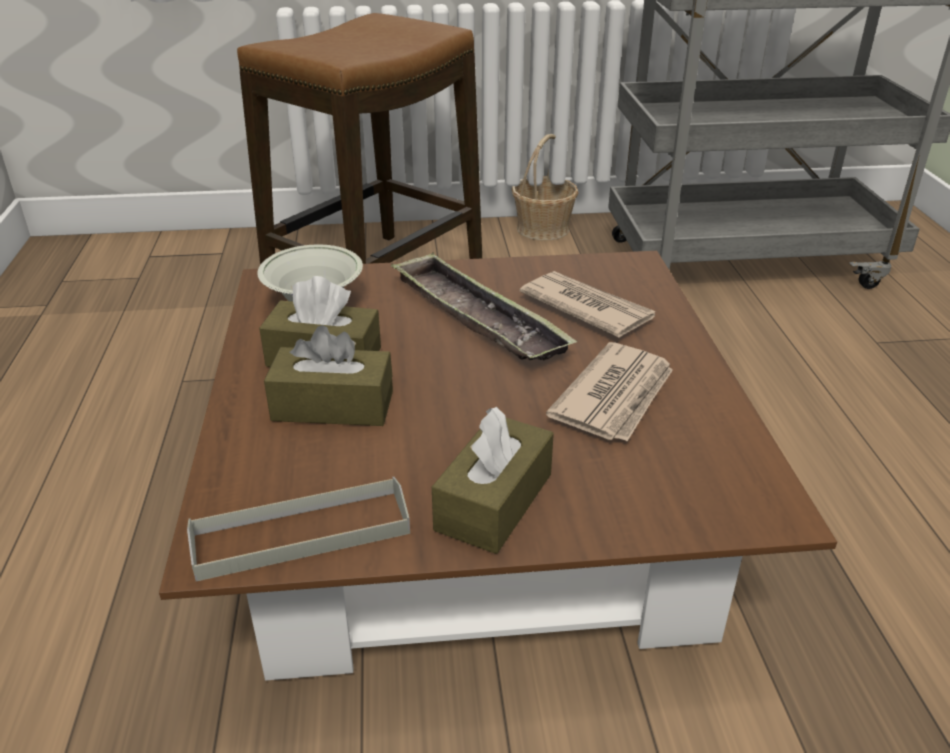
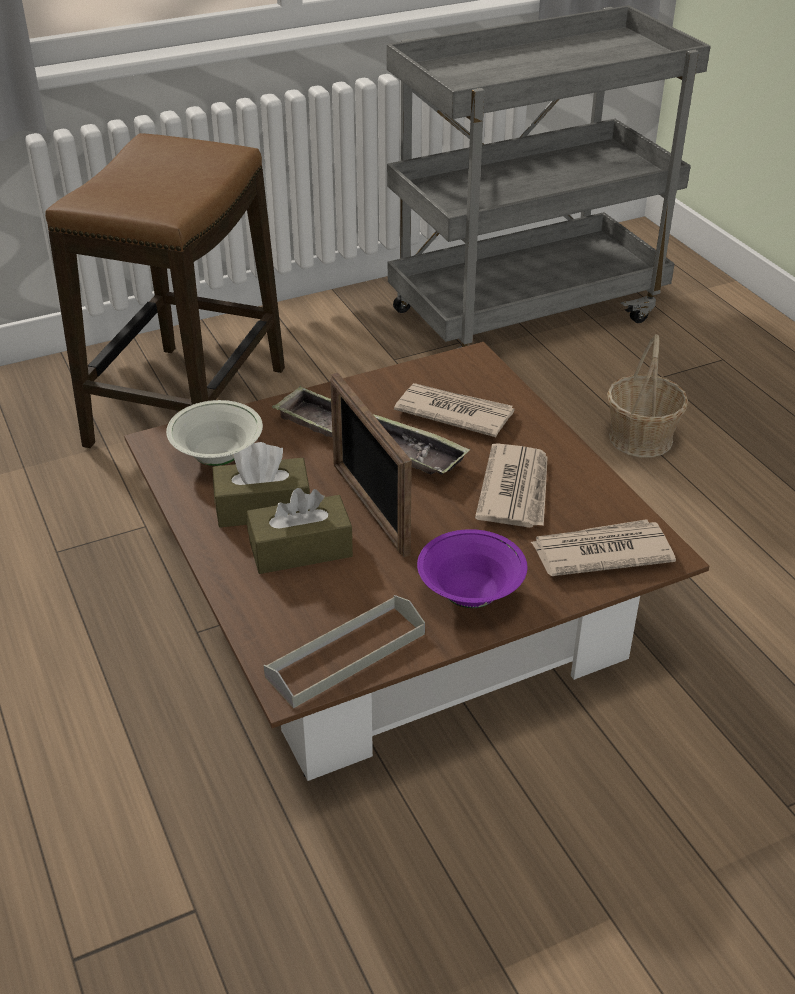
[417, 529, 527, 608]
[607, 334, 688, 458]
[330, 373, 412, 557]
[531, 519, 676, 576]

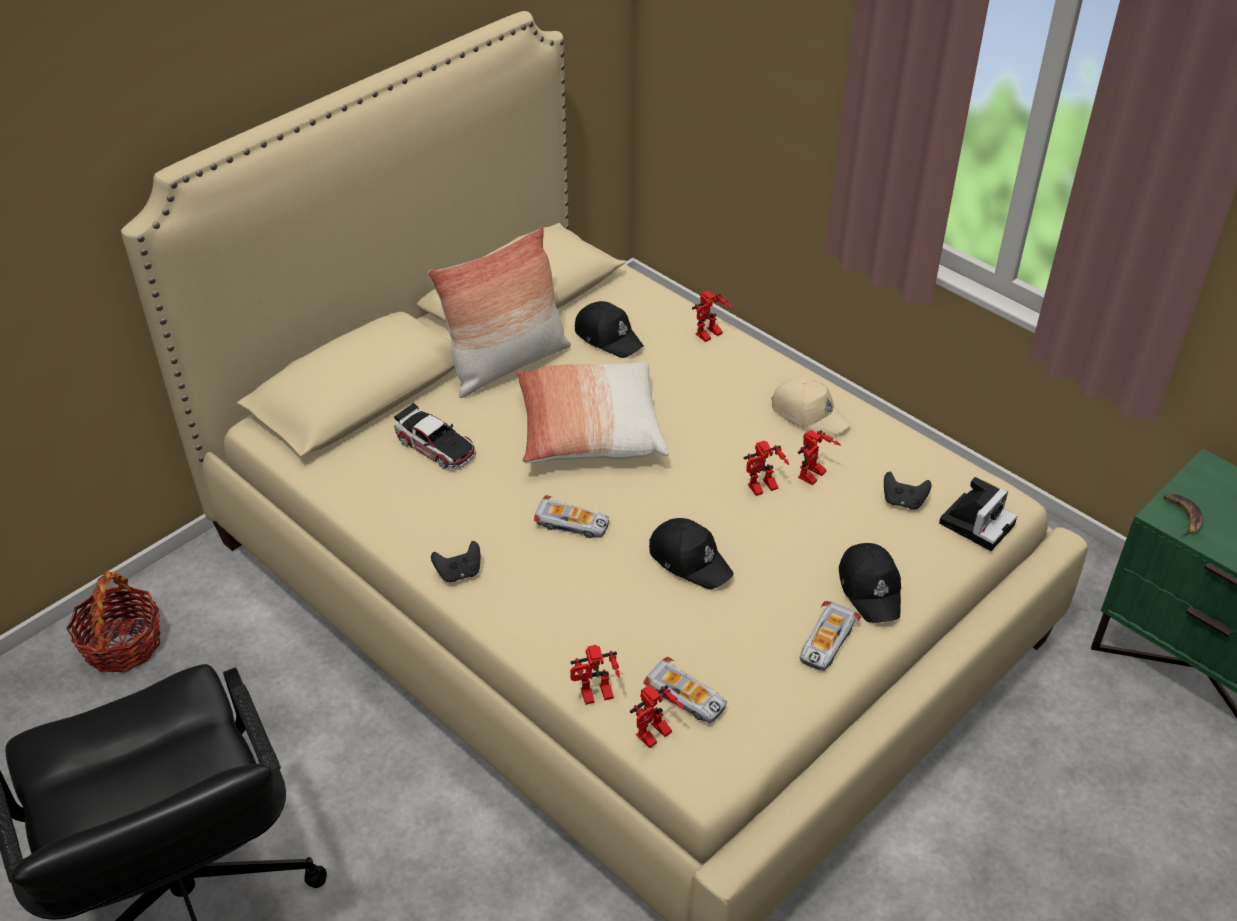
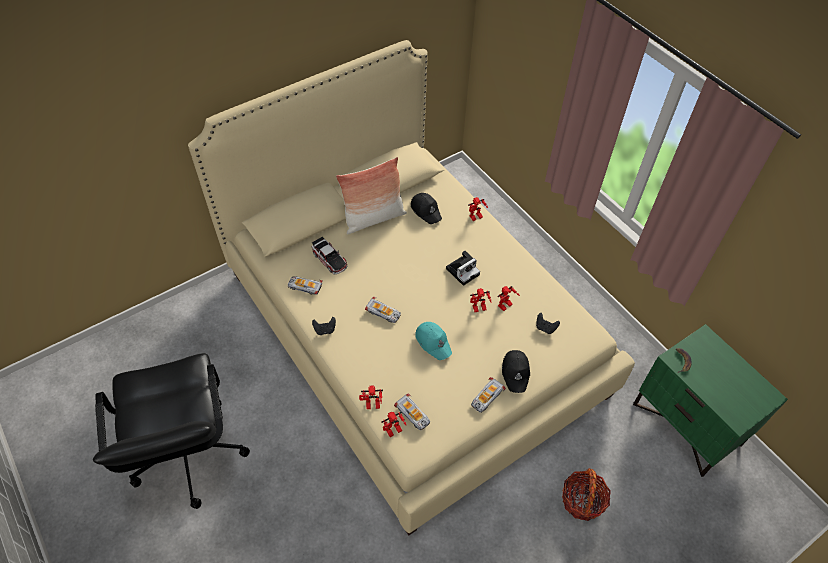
[562, 468, 611, 521]
[516, 362, 669, 463] (first image)
[415, 322, 452, 360]
[771, 376, 850, 437] (first image)
[446, 251, 480, 286]
[288, 277, 323, 295]

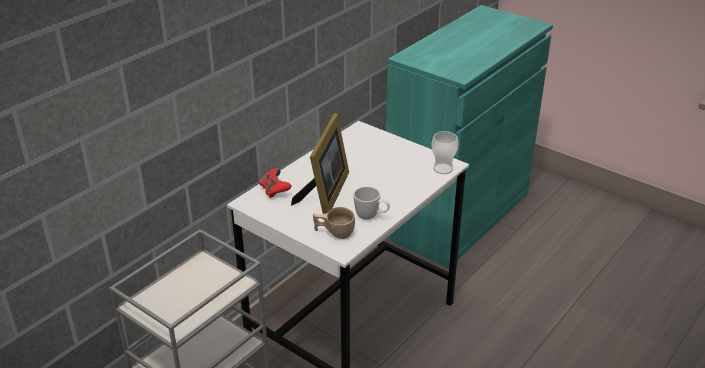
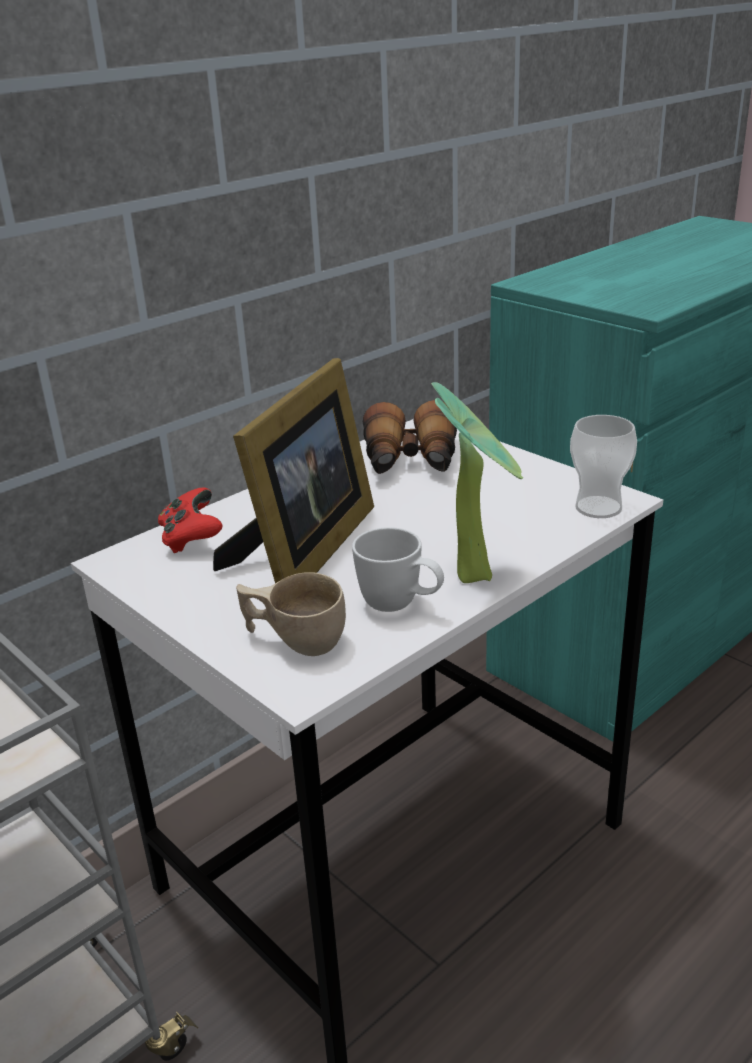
[363, 400, 457, 474]
[431, 382, 523, 583]

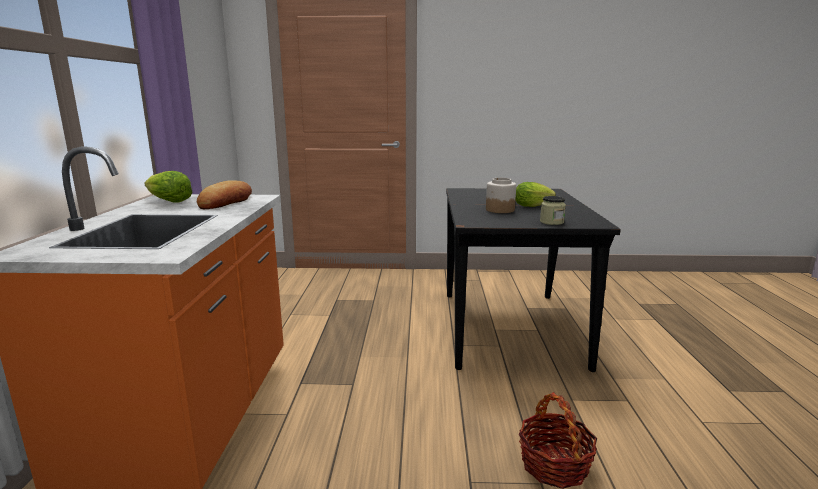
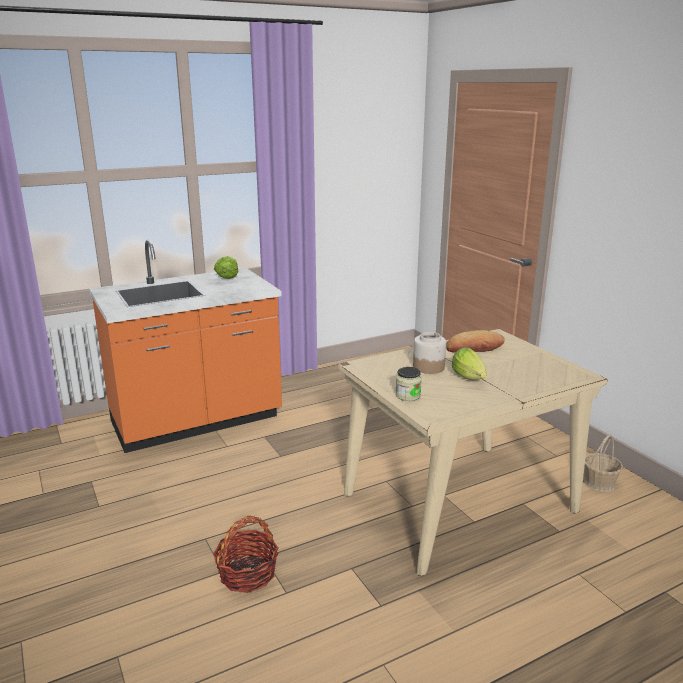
[446, 330, 505, 353]
[338, 329, 608, 576]
[584, 435, 623, 492]

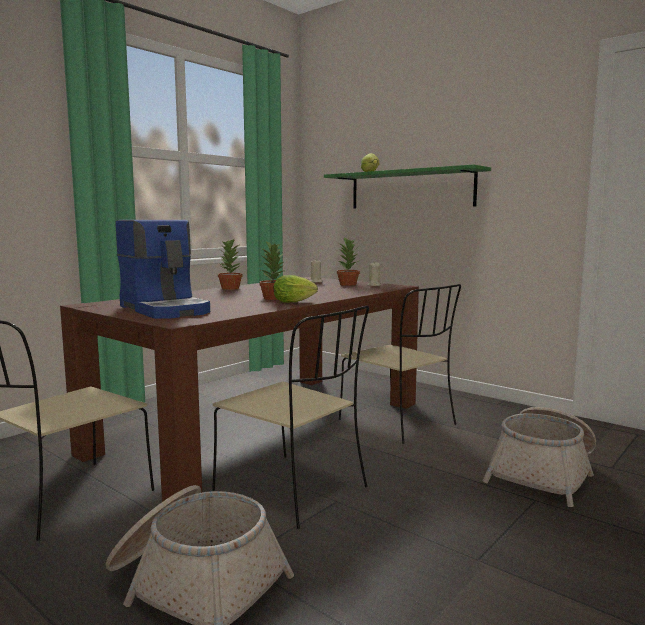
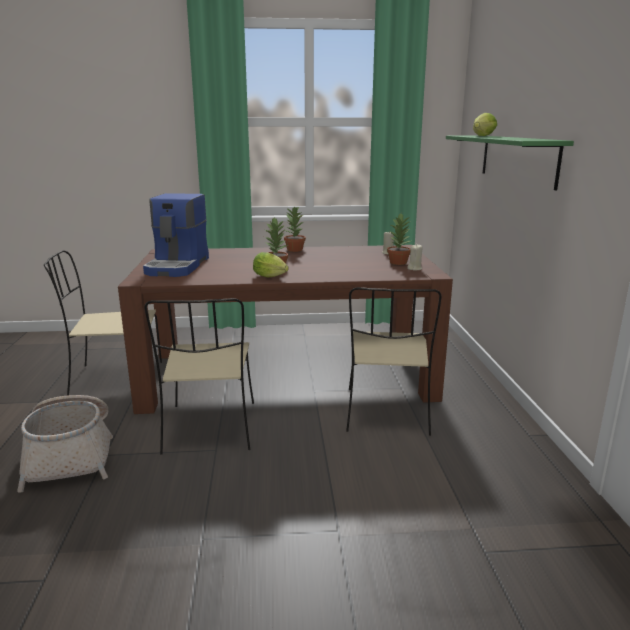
[482, 407, 596, 507] (first image)

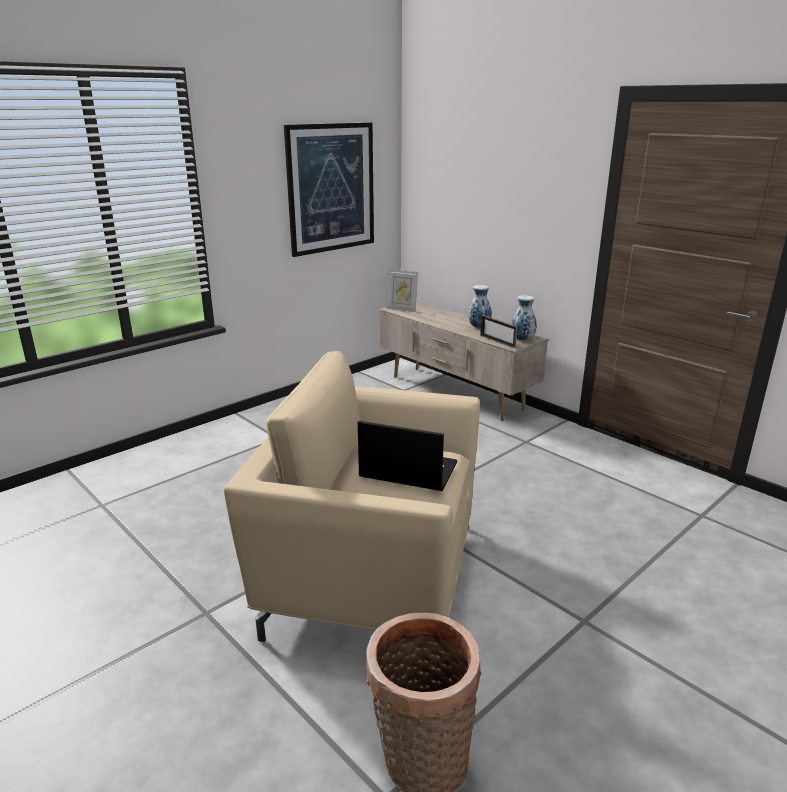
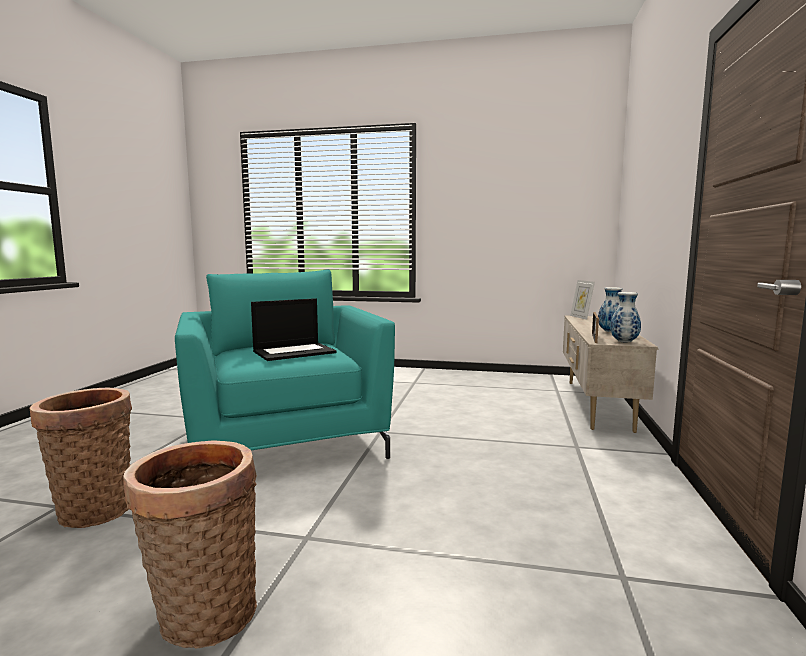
[175, 269, 395, 459]
[284, 122, 374, 257] (first image)
[251, 298, 336, 361]
[123, 440, 257, 649]

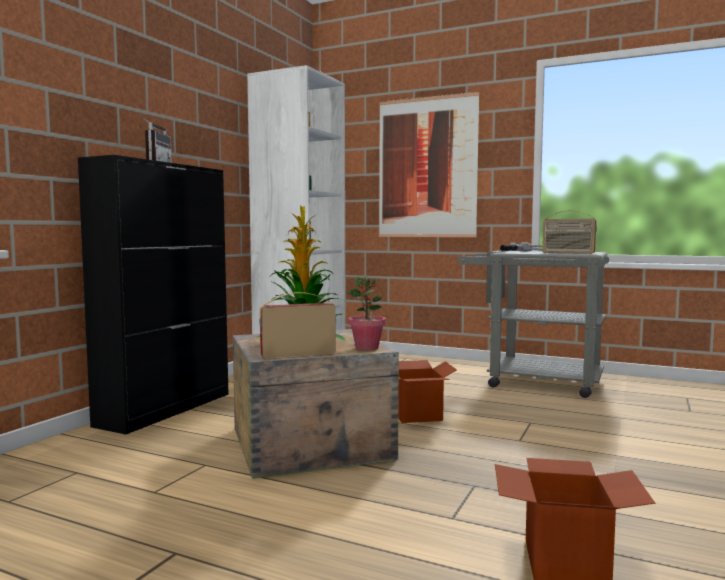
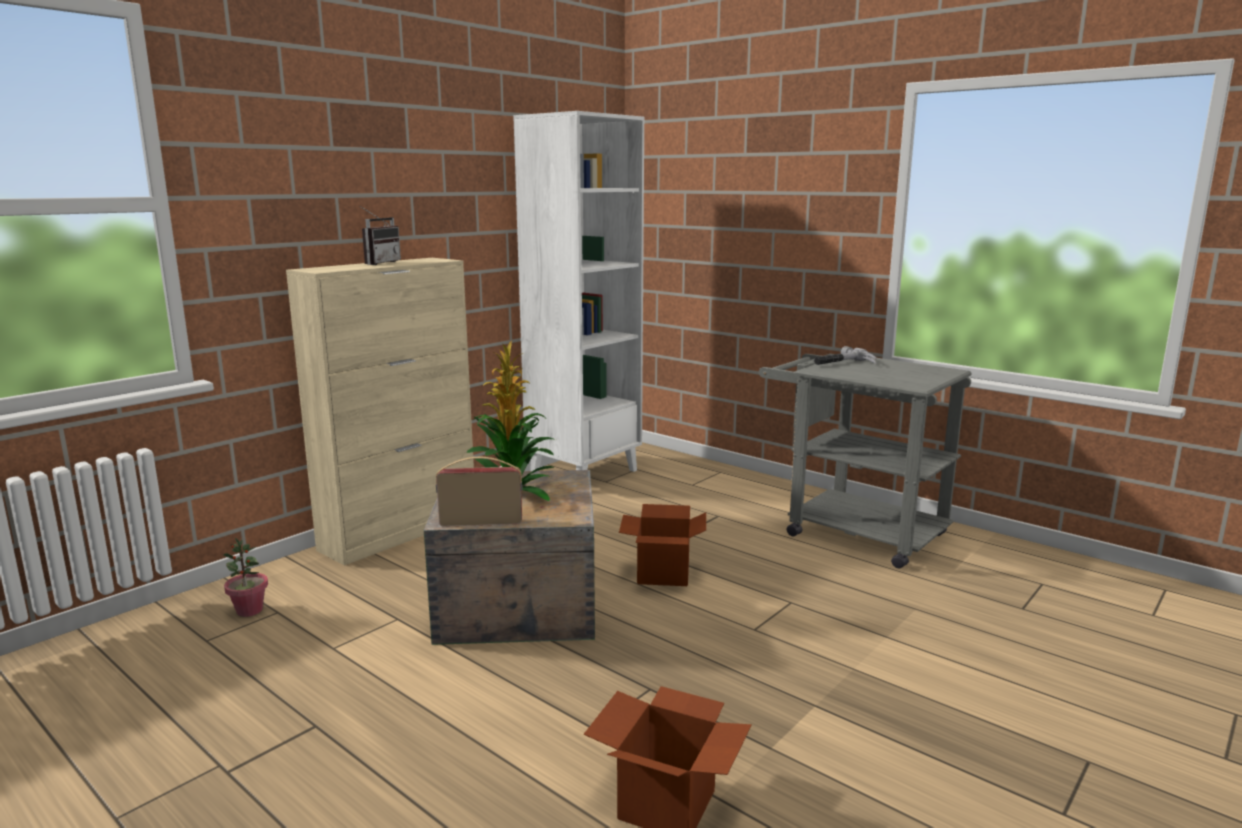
[286, 258, 474, 566]
[223, 538, 268, 617]
[379, 92, 479, 237] (first image)
[542, 211, 597, 254] (first image)

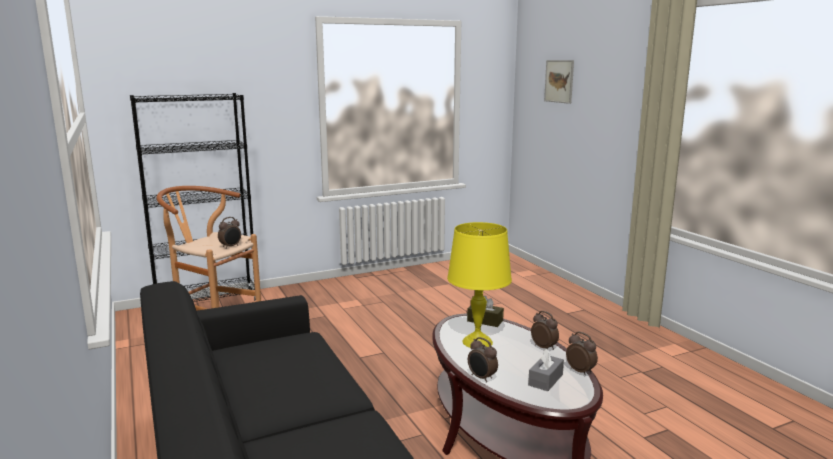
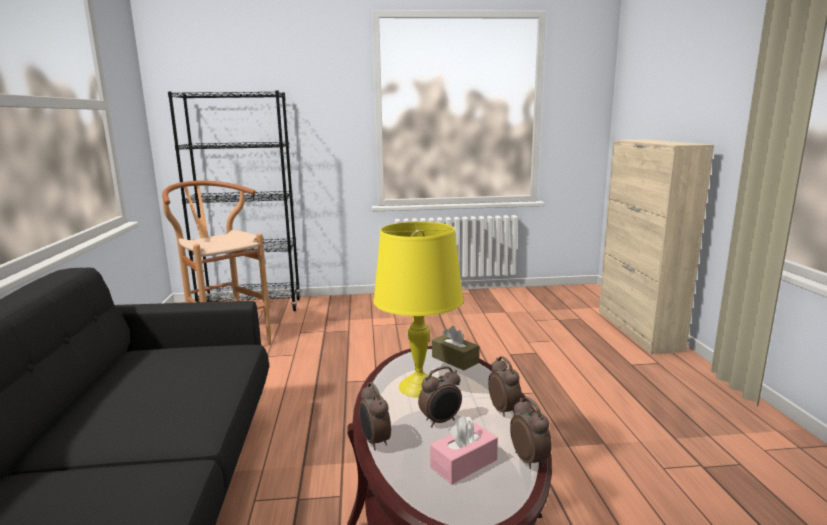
[418, 366, 462, 427]
[430, 416, 498, 485]
[544, 60, 574, 104] (first image)
[599, 139, 714, 354]

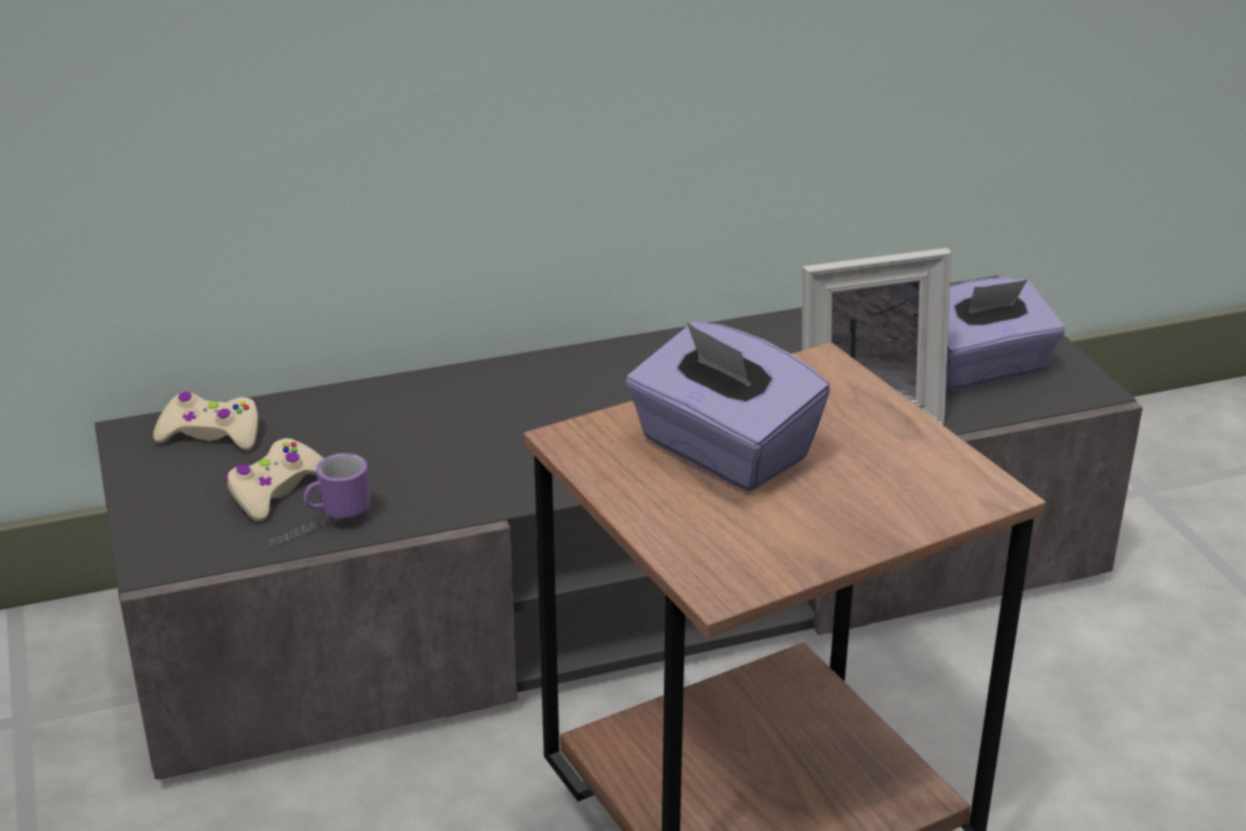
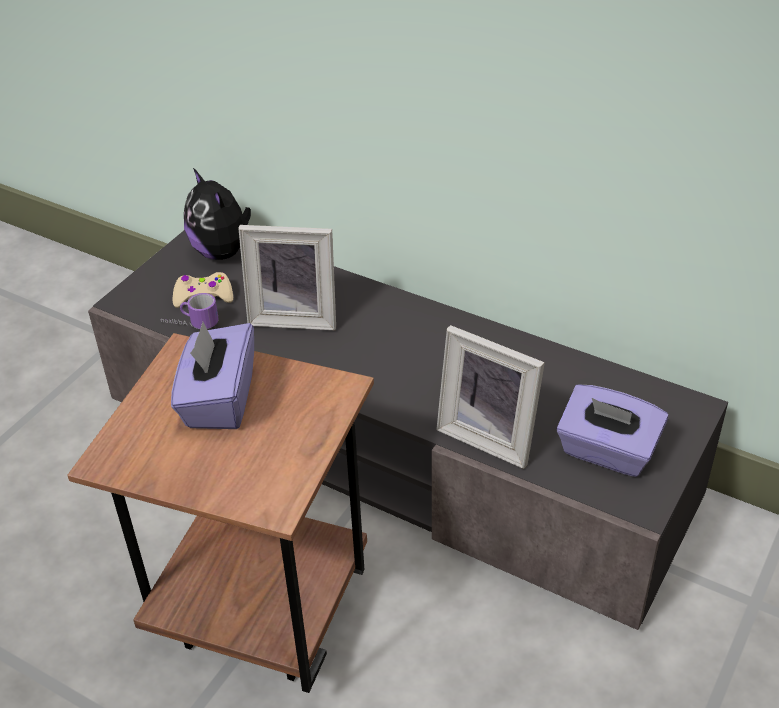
[184, 168, 251, 260]
[238, 225, 336, 331]

